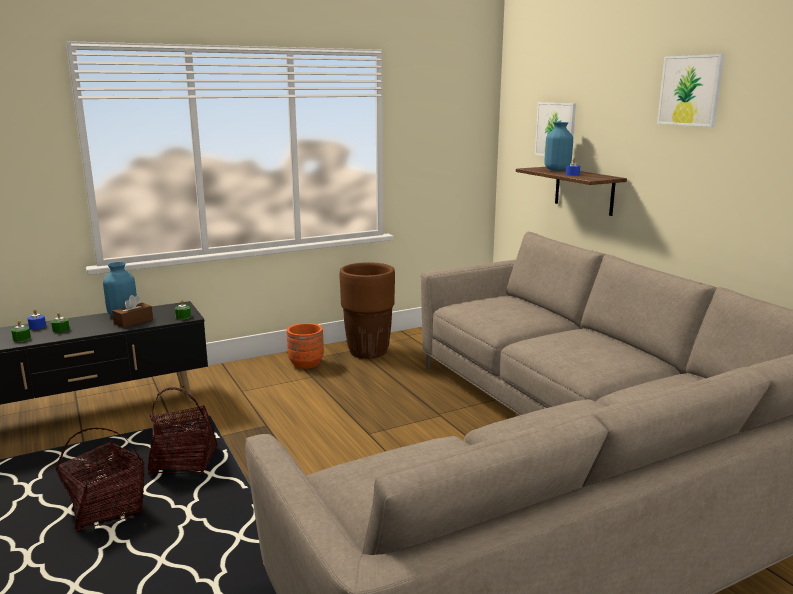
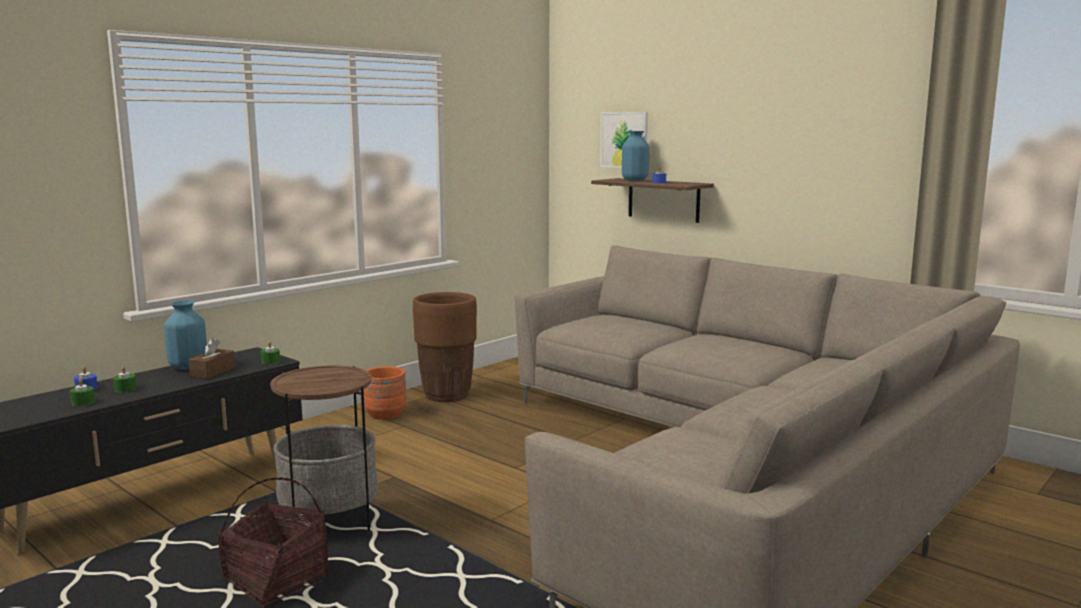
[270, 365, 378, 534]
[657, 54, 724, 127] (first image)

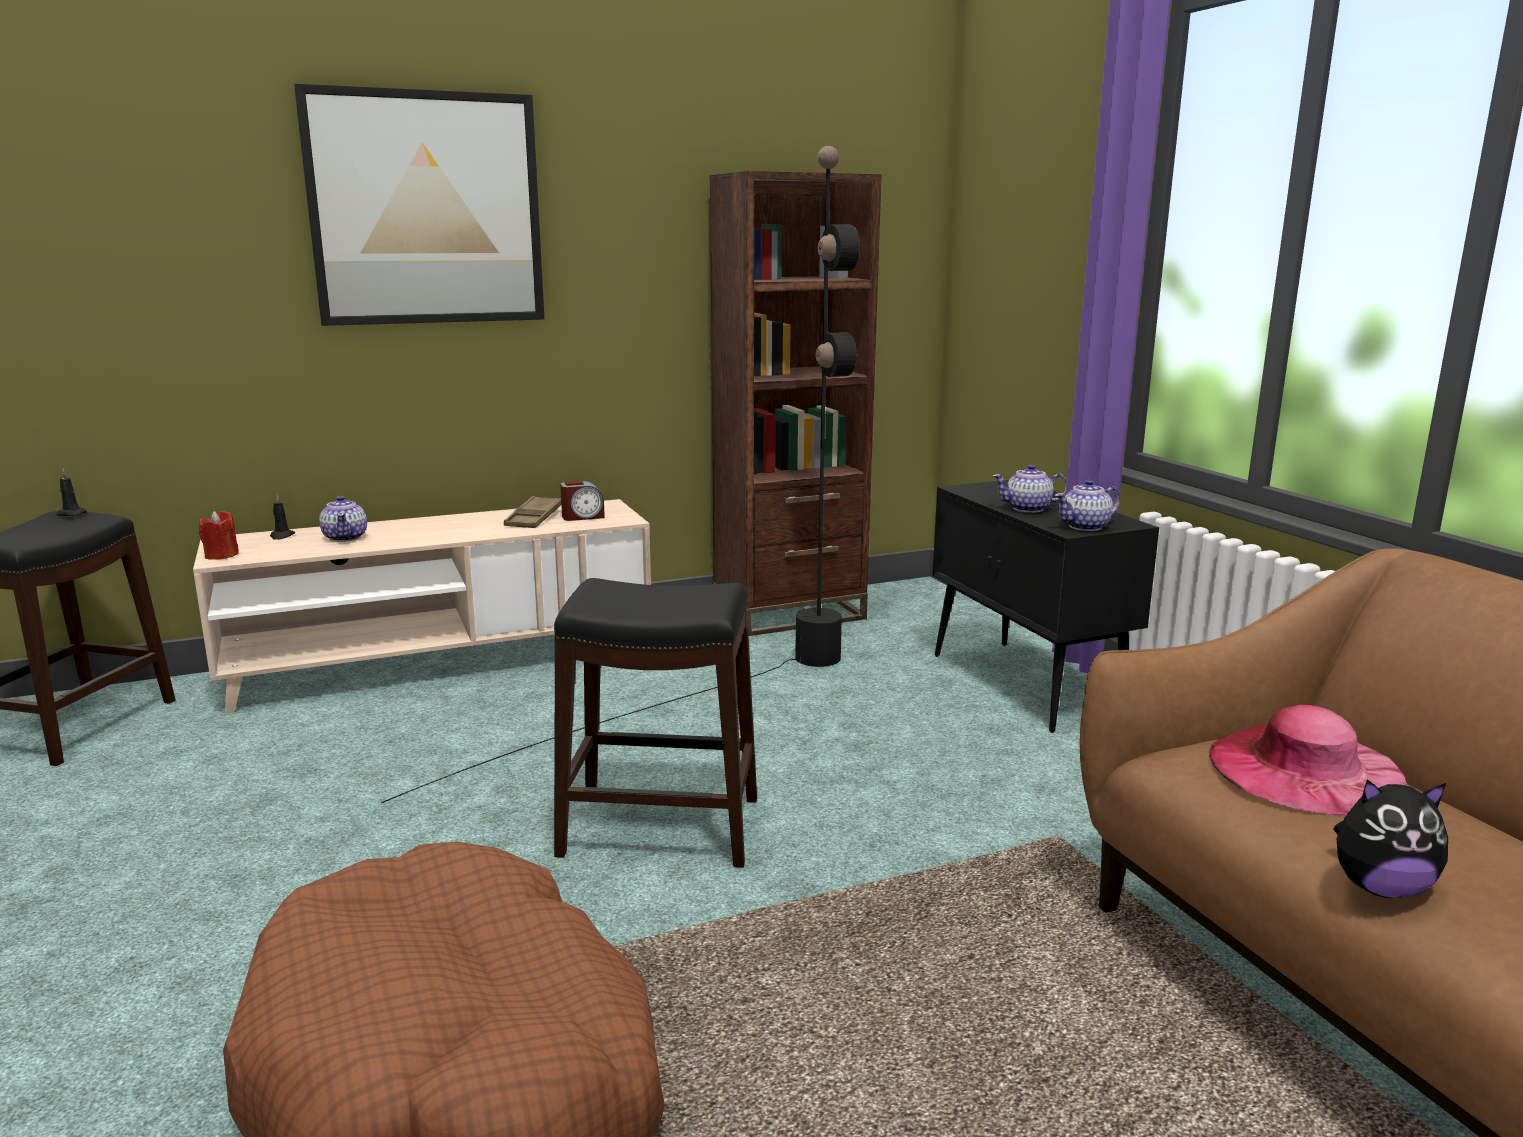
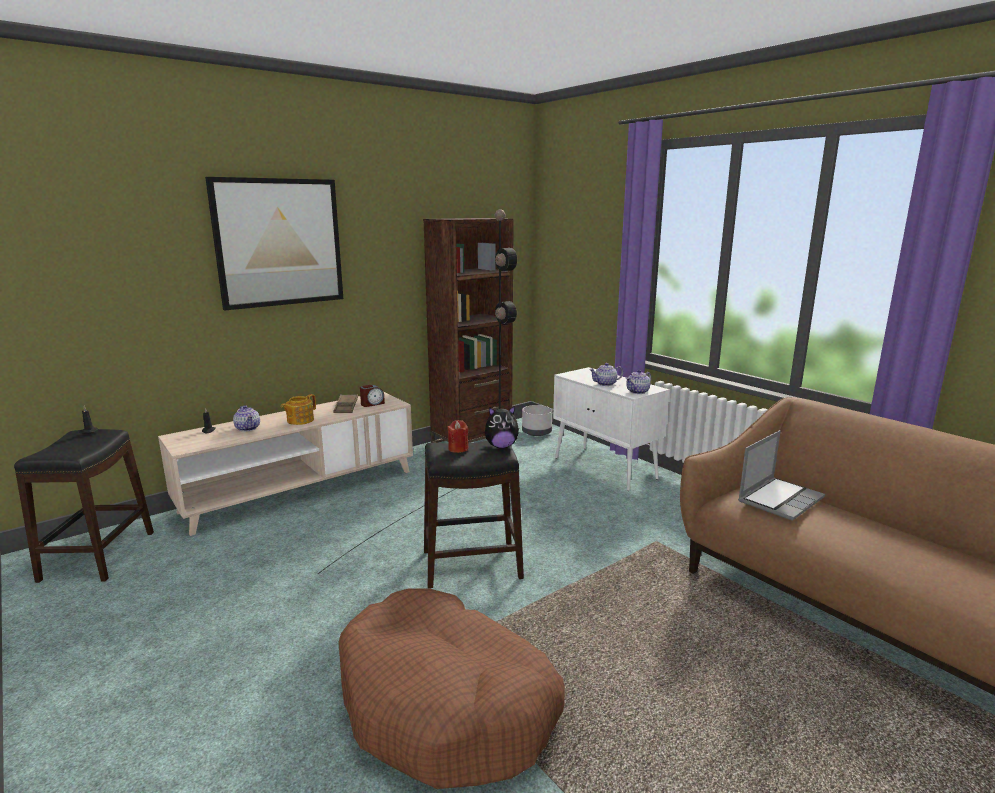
[447, 420, 468, 453]
[553, 367, 669, 491]
[738, 430, 825, 521]
[485, 406, 519, 448]
[281, 394, 316, 425]
[522, 405, 552, 436]

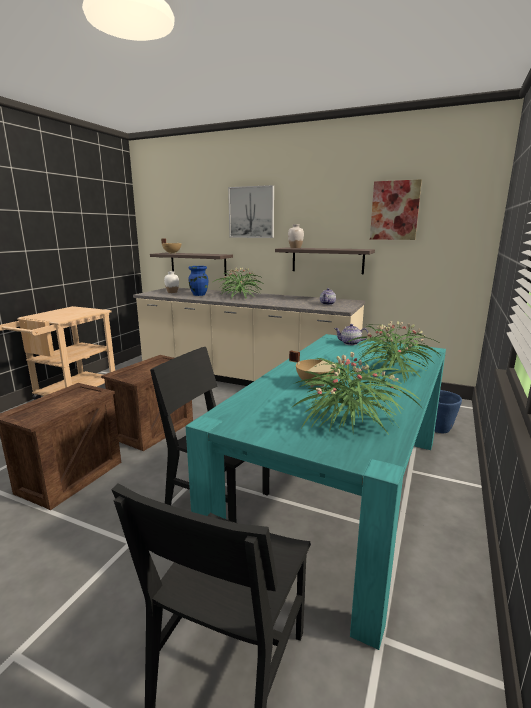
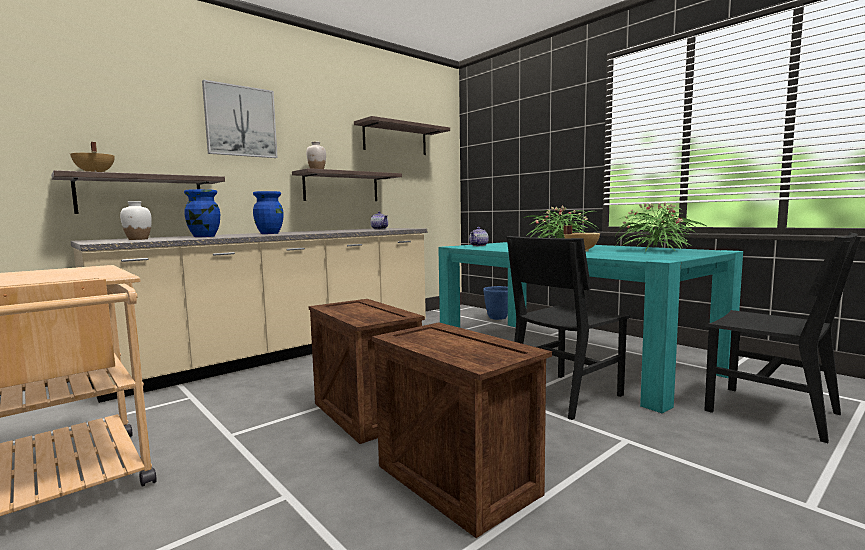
[253, 191, 284, 234]
[354, 116, 450, 155]

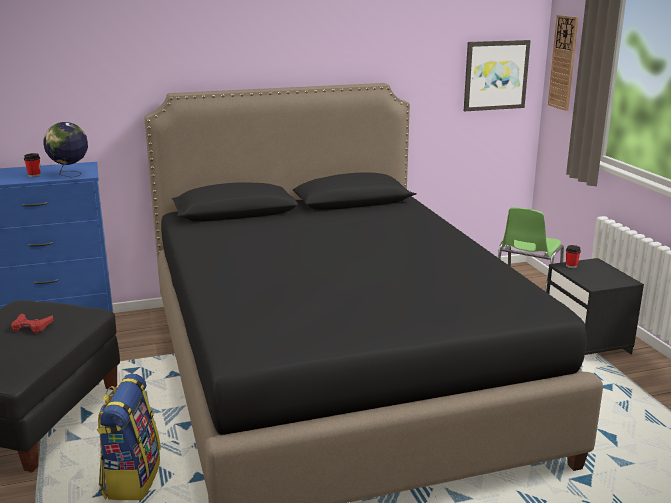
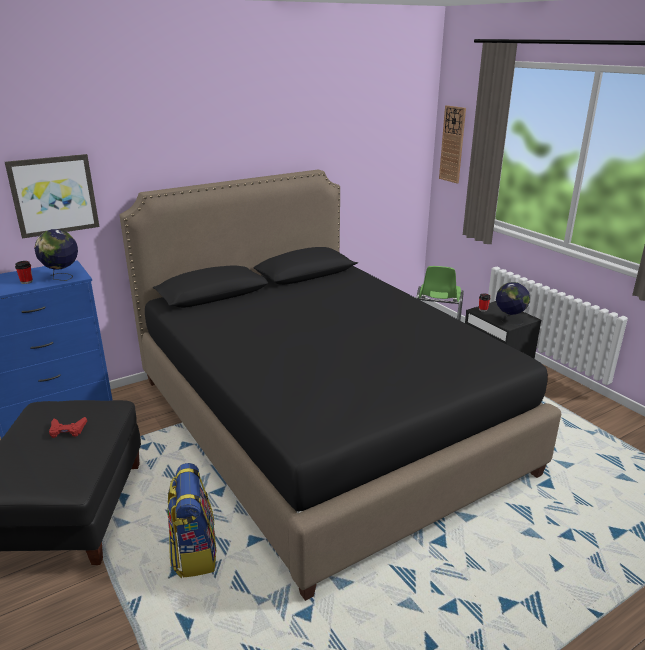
[5, 154, 99, 239]
[496, 282, 530, 325]

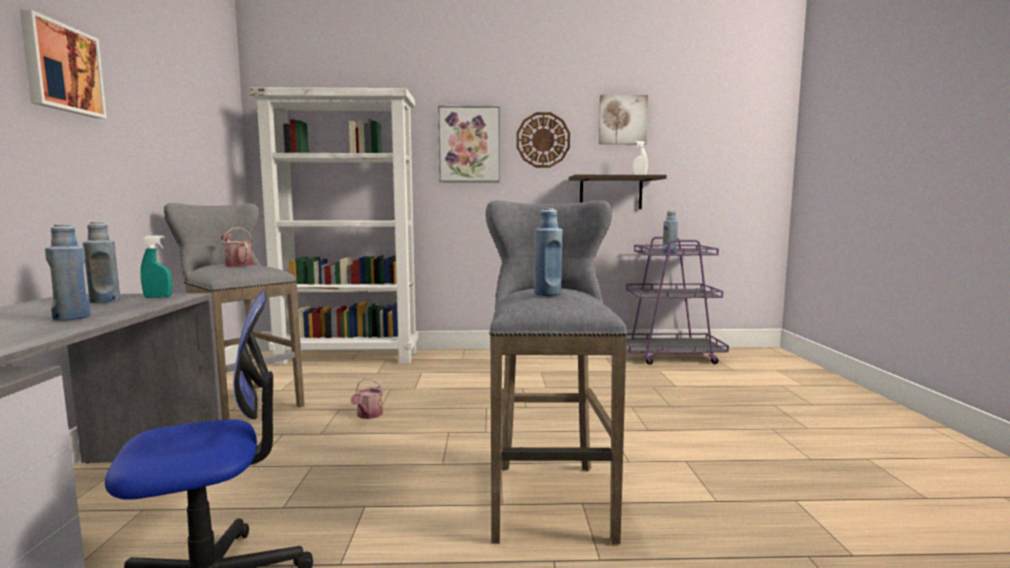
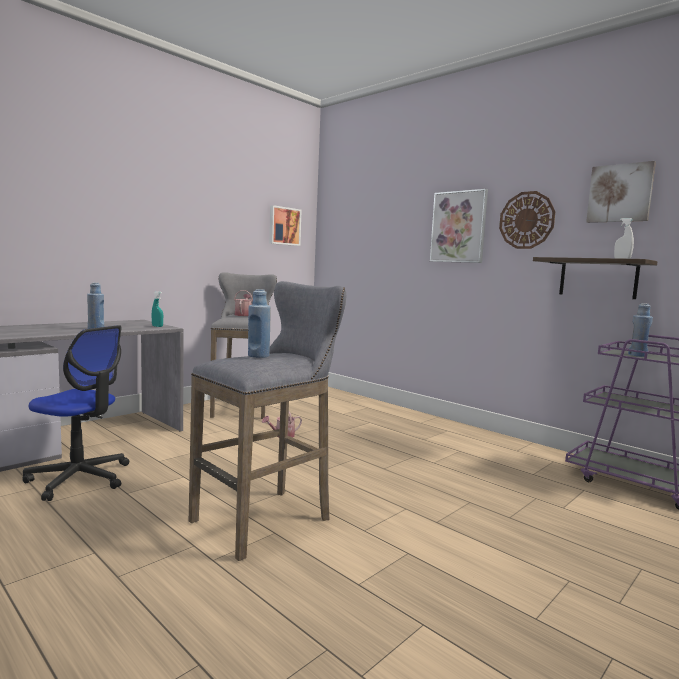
[269, 205, 302, 246]
[83, 222, 120, 303] (first image)
[249, 87, 418, 365] (first image)

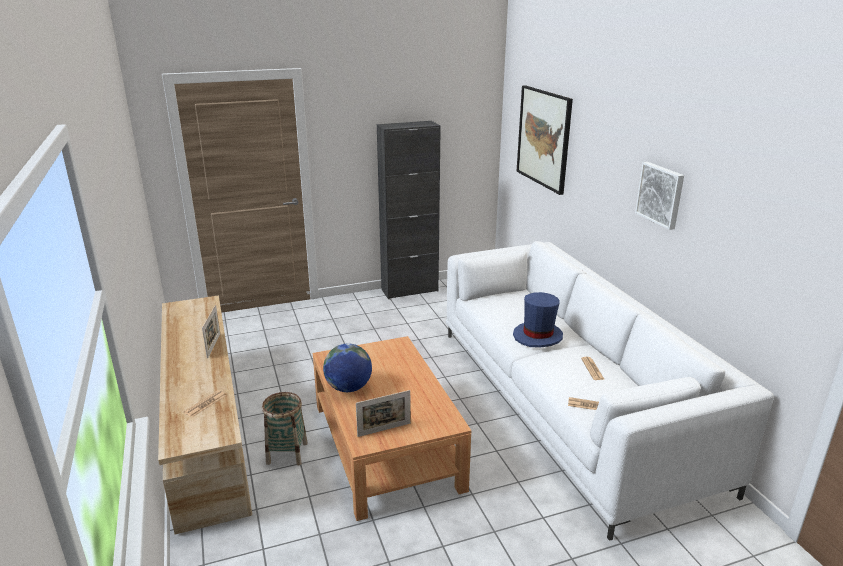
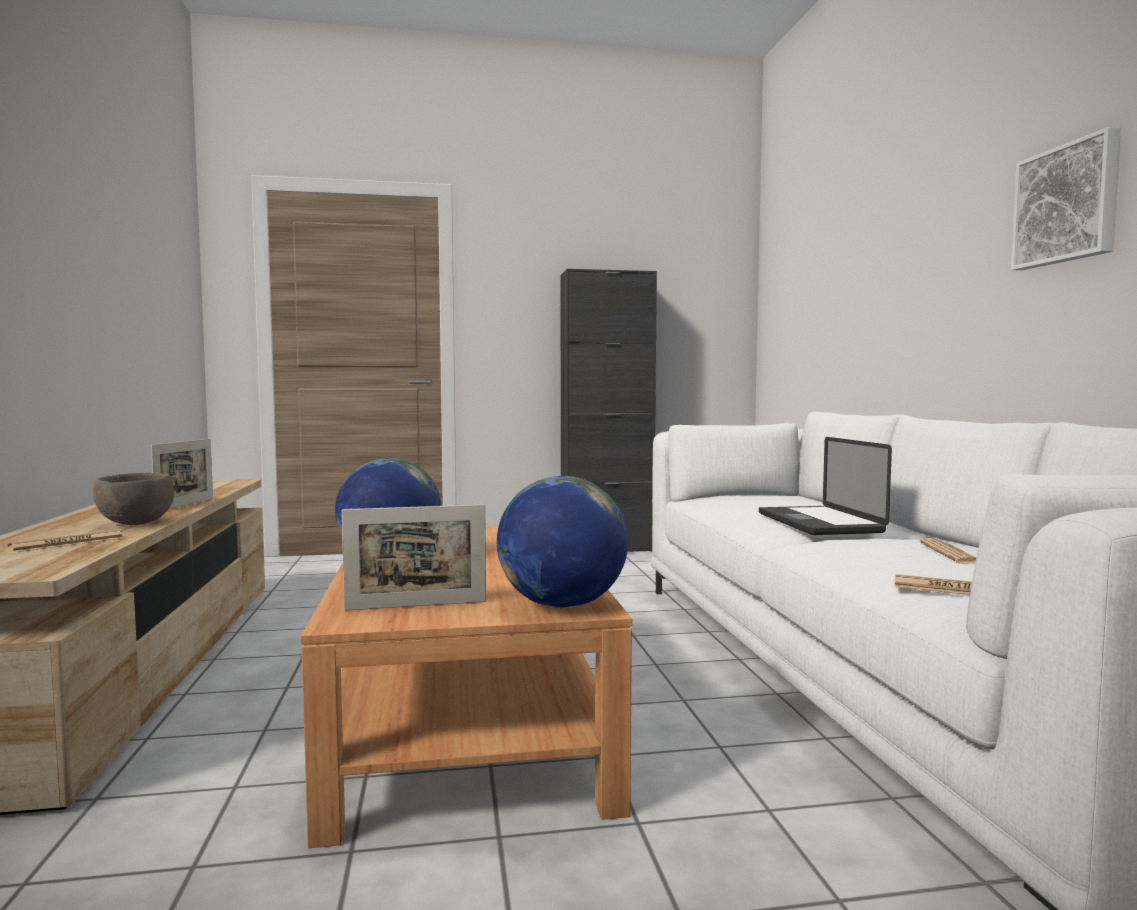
[262, 392, 308, 465] (first image)
[759, 437, 892, 535]
[517, 85, 573, 195] (first image)
[93, 473, 174, 525]
[497, 476, 628, 608]

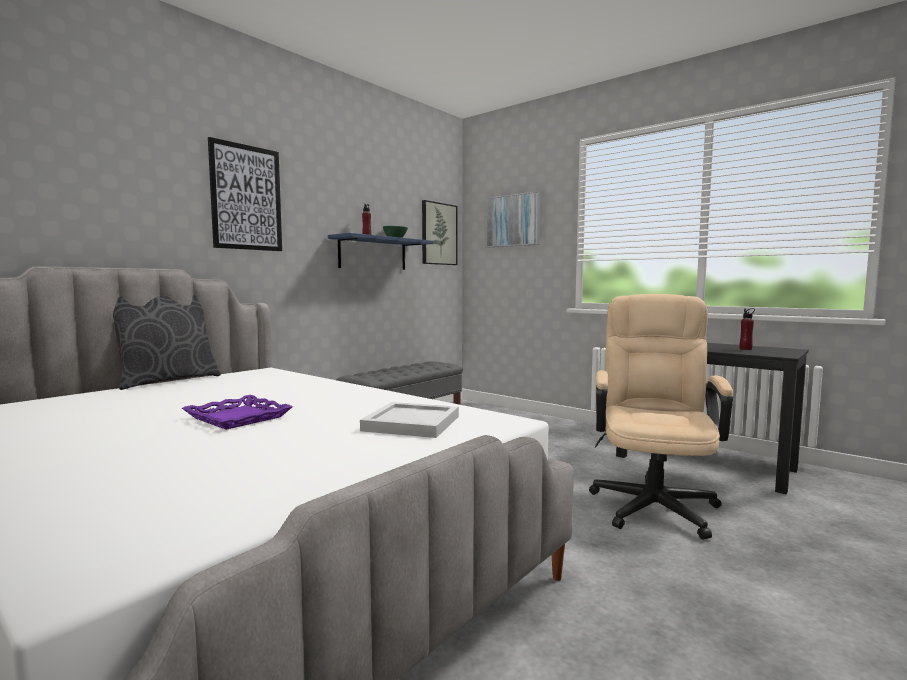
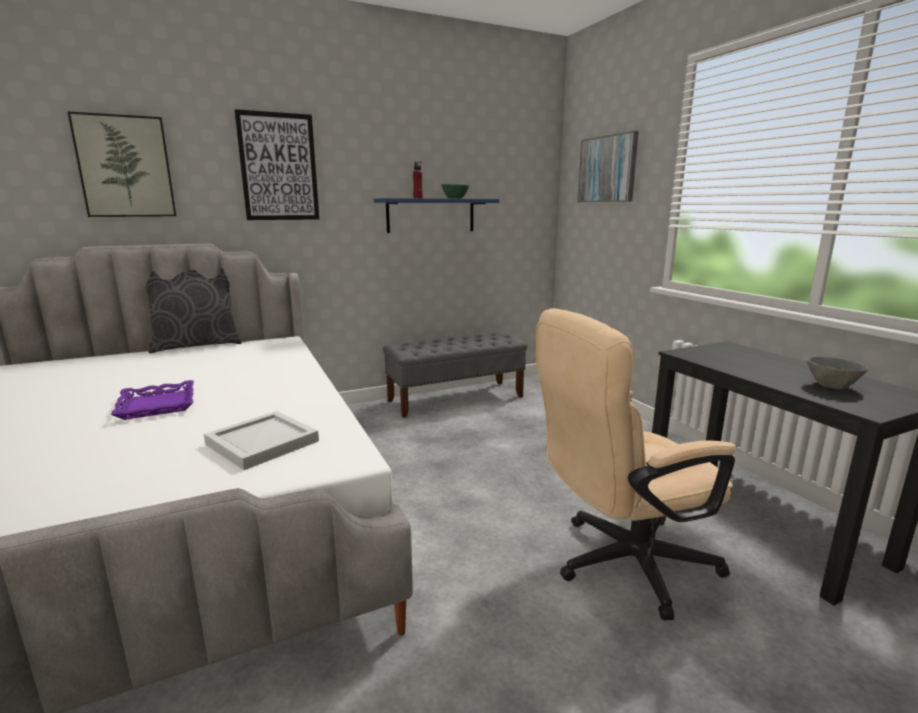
[67, 111, 176, 217]
[536, 308, 735, 620]
[807, 357, 869, 389]

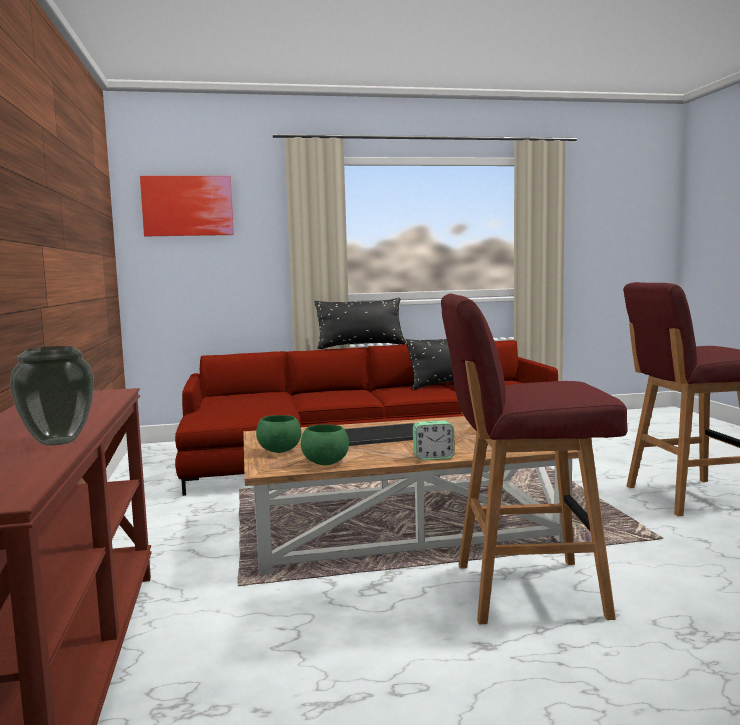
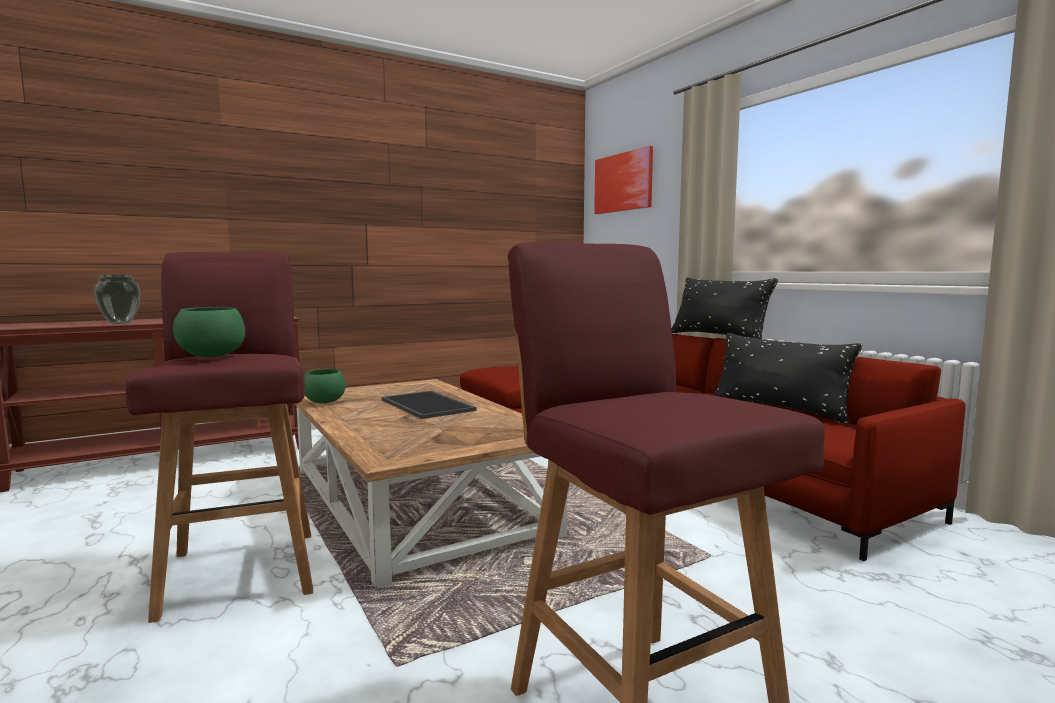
[173, 307, 245, 358]
[413, 421, 455, 460] (first image)

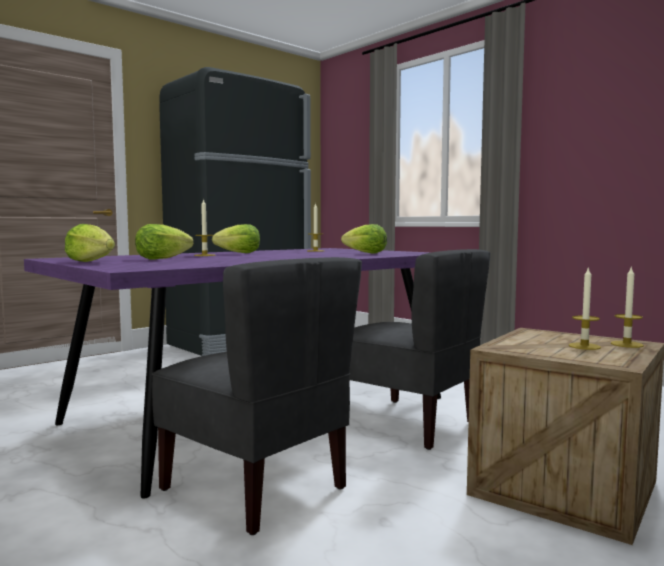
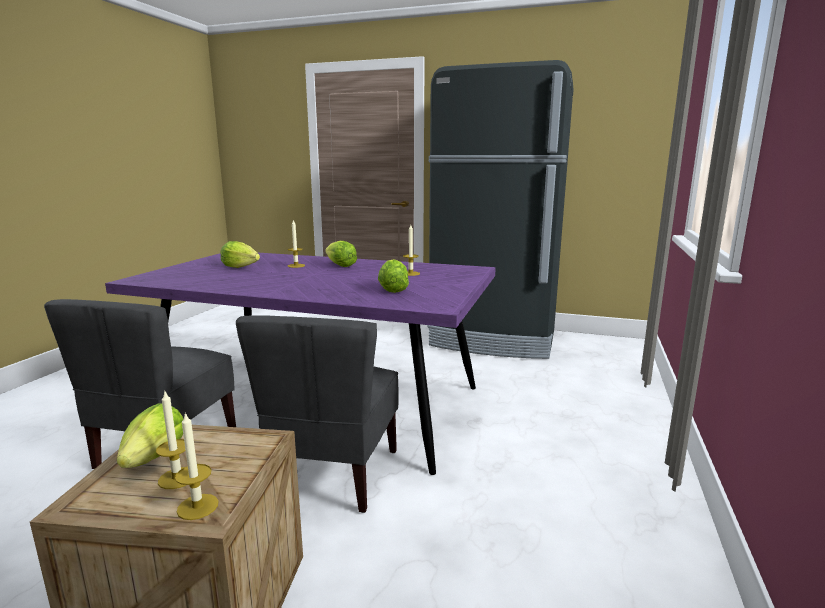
[117, 404, 183, 468]

